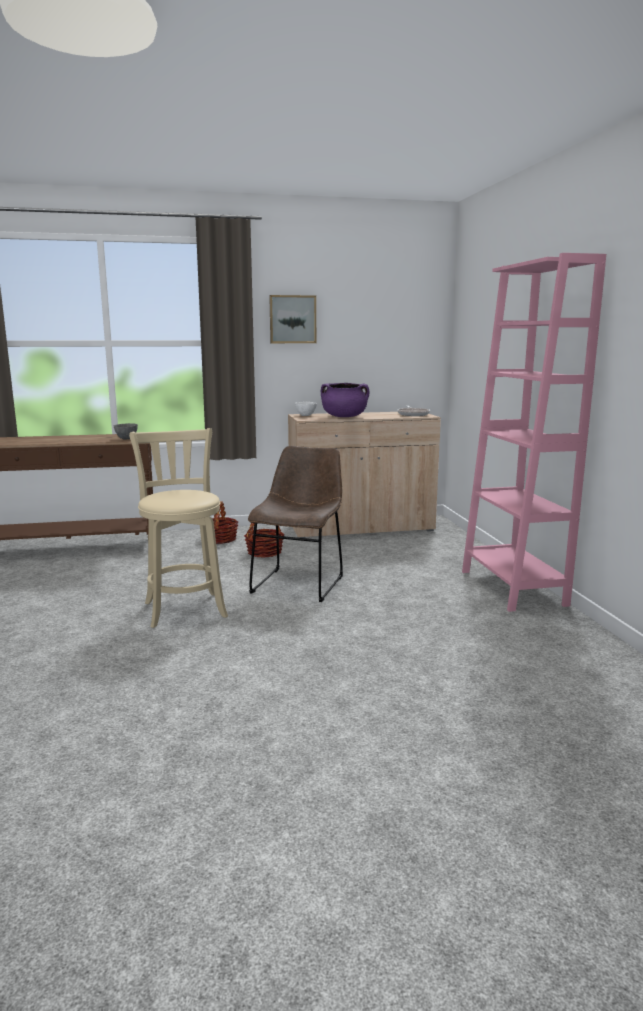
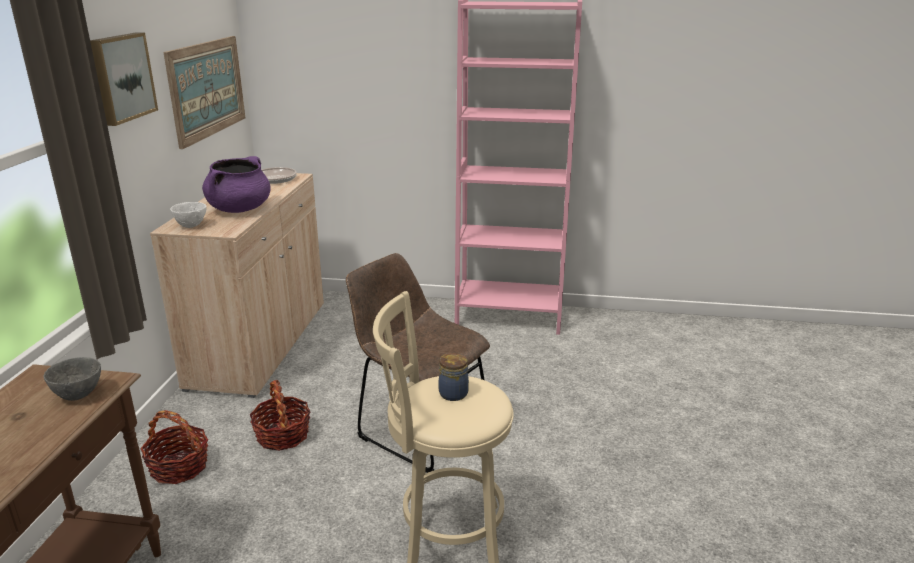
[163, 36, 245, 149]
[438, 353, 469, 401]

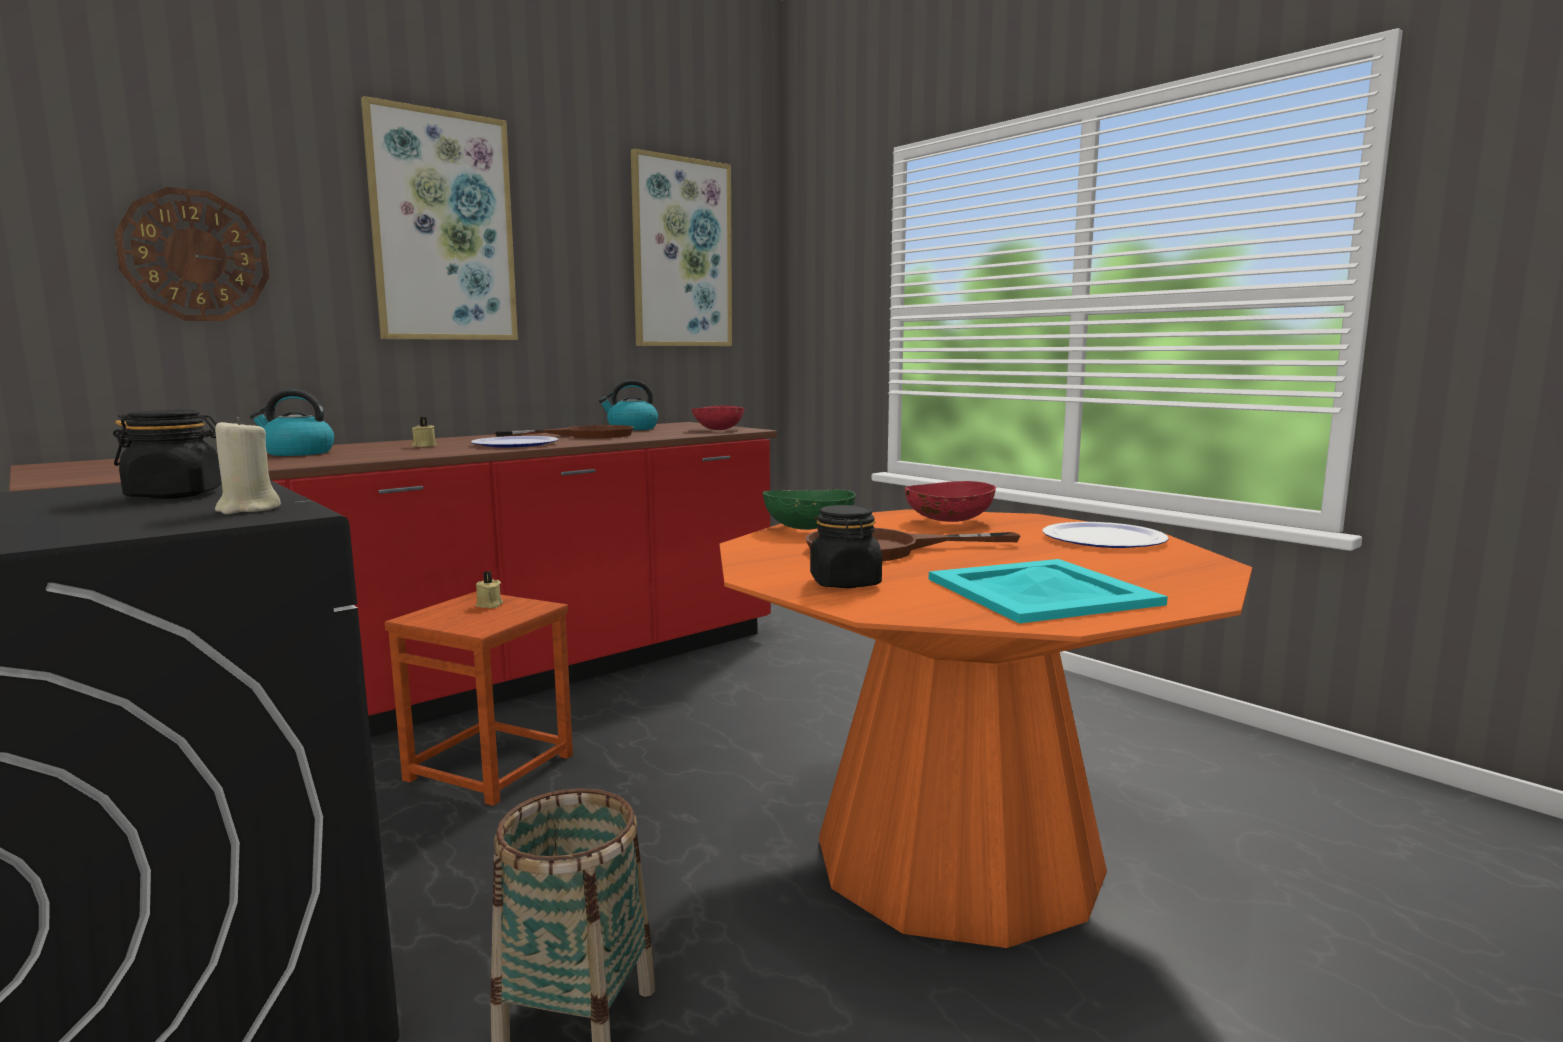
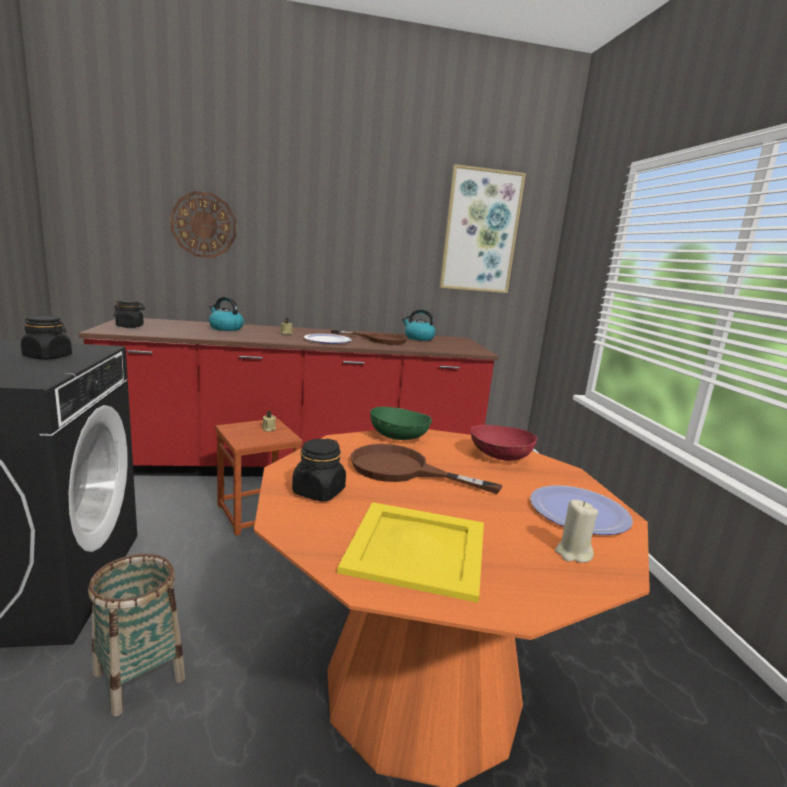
[555, 500, 598, 563]
[361, 96, 518, 340] (first image)
[691, 406, 745, 430] (first image)
[337, 502, 484, 603]
[114, 300, 145, 328]

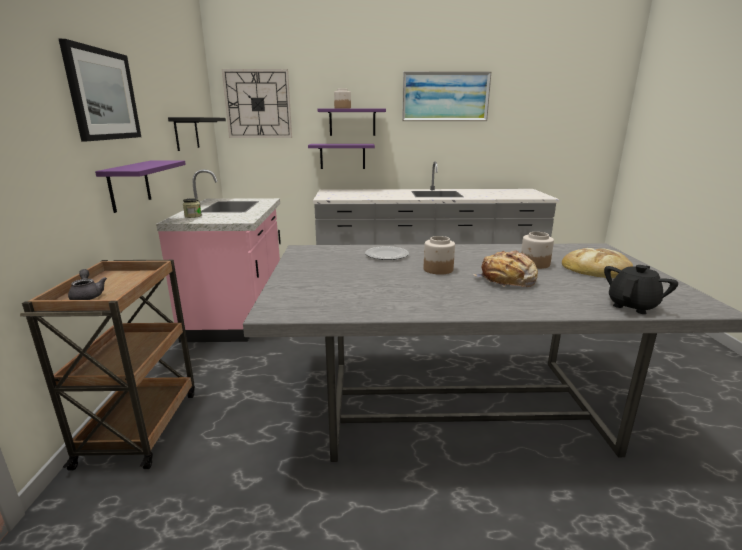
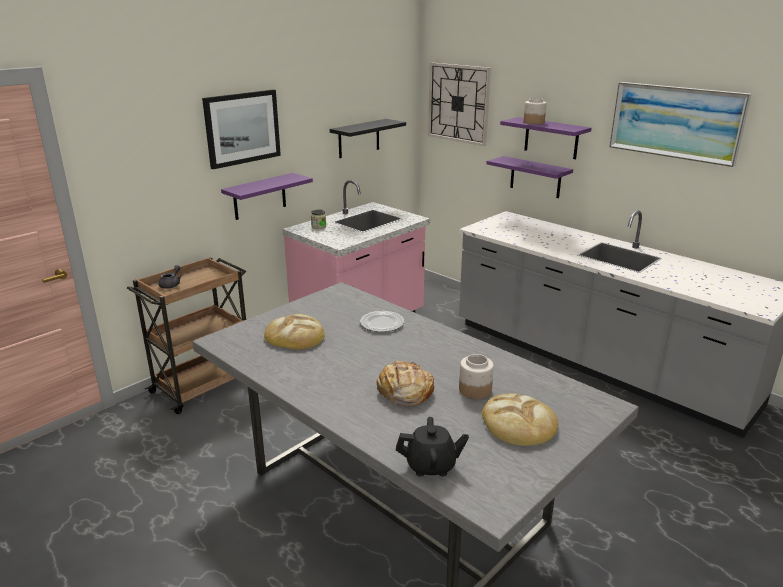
[424, 236, 455, 275] (first image)
[264, 314, 325, 350]

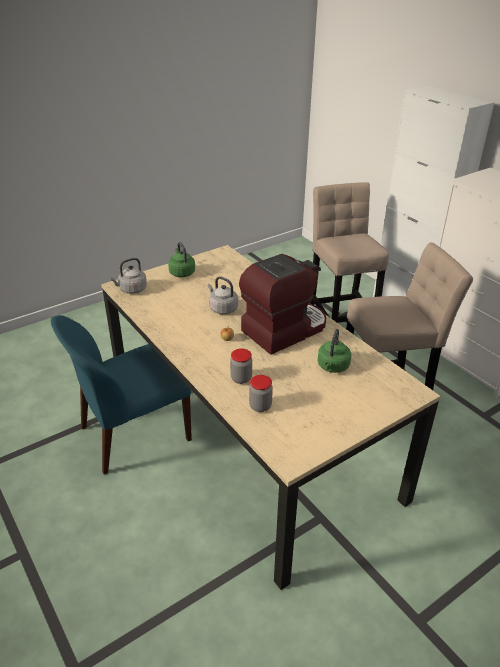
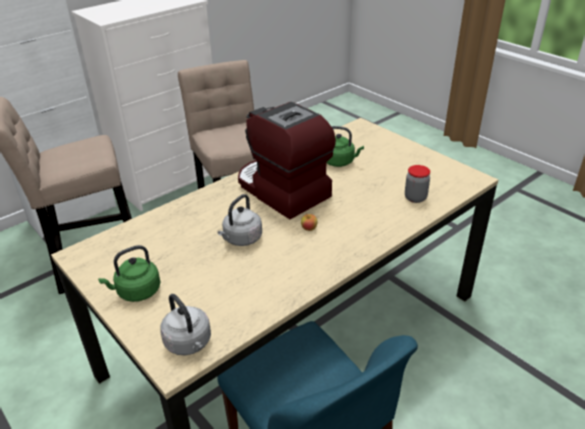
[230, 348, 252, 384] (first image)

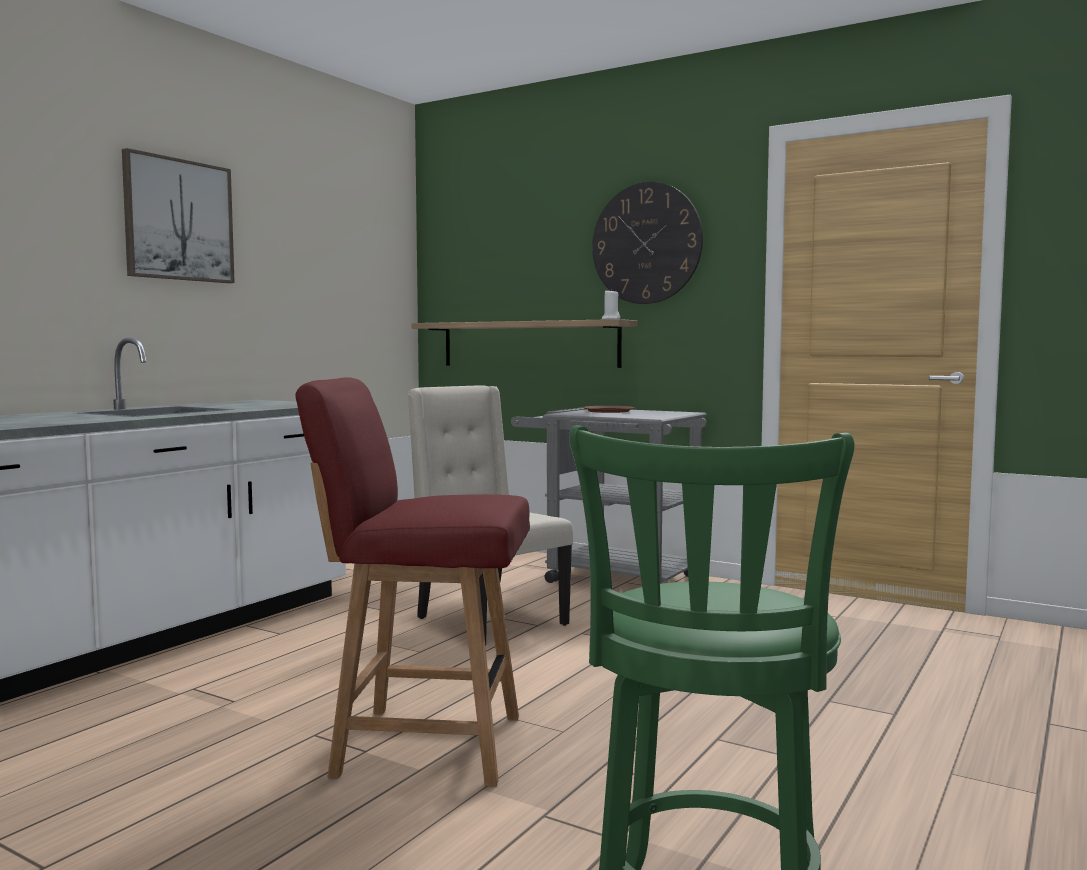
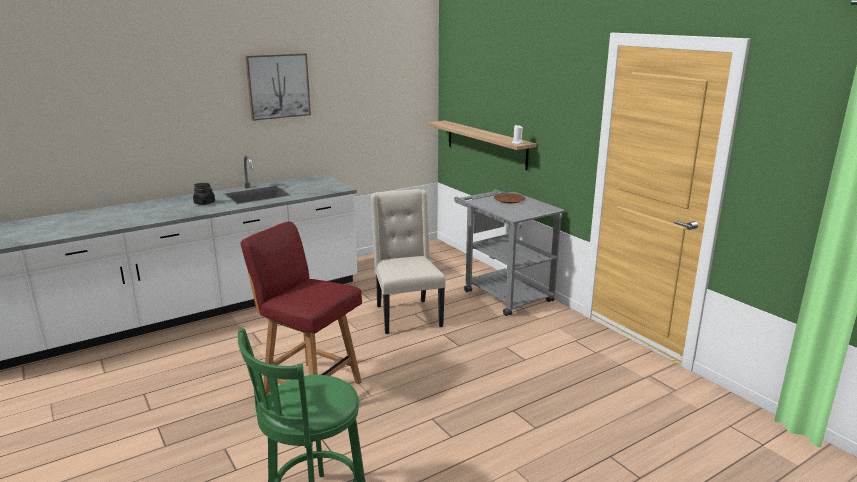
[592, 182, 703, 304] (first image)
[193, 183, 215, 205]

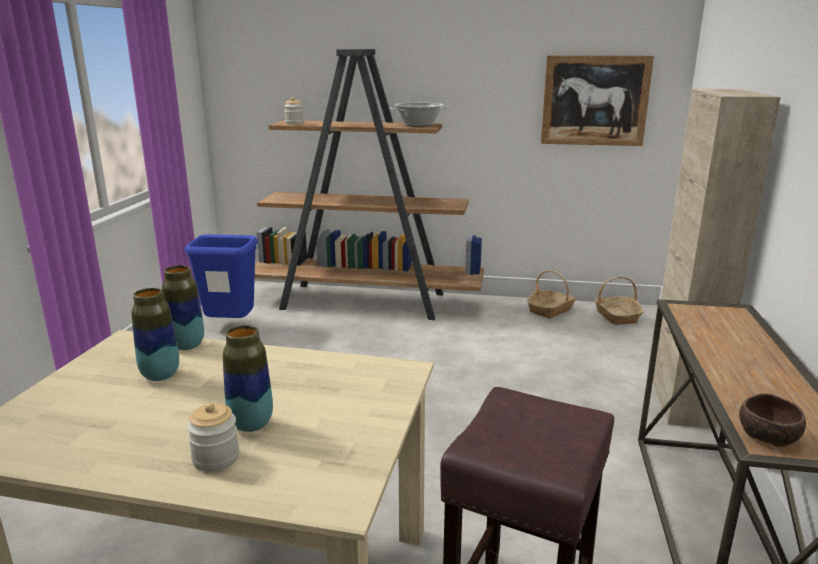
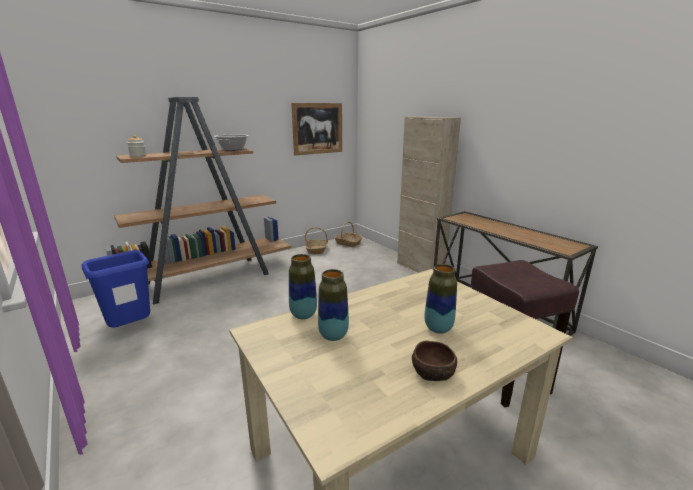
[187, 403, 239, 472] (first image)
[412, 341, 457, 381]

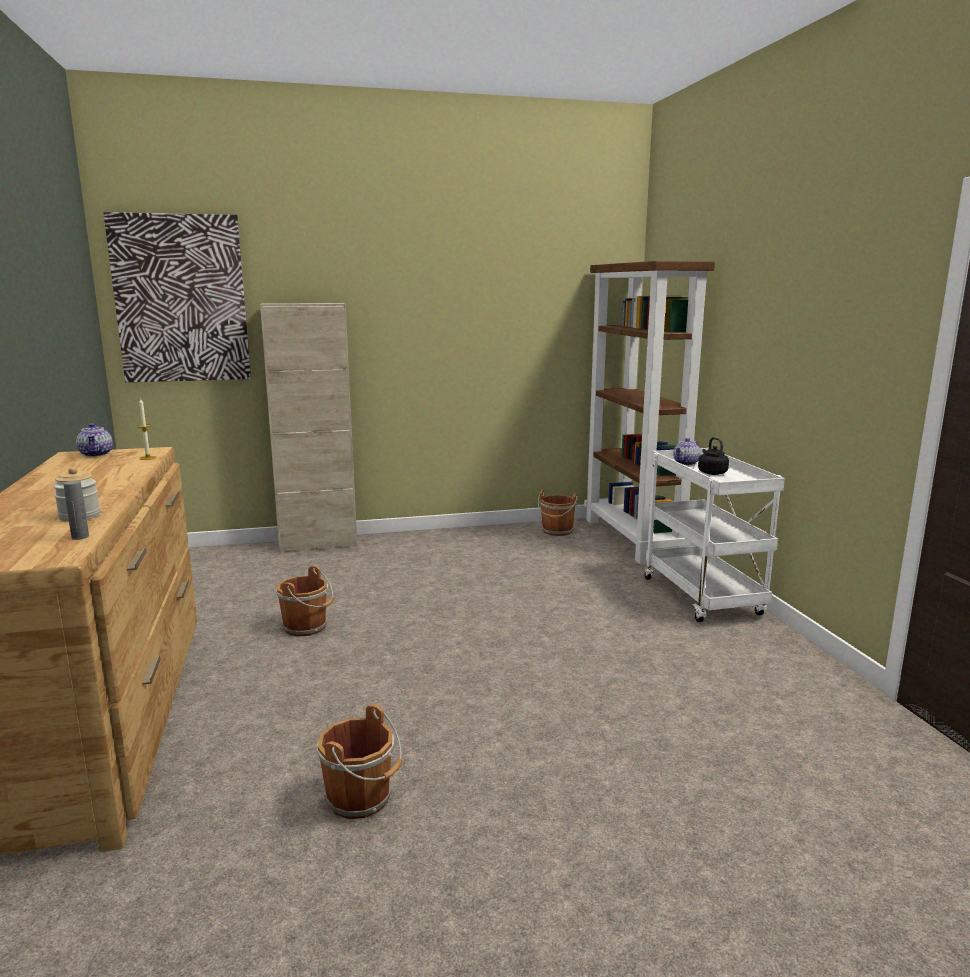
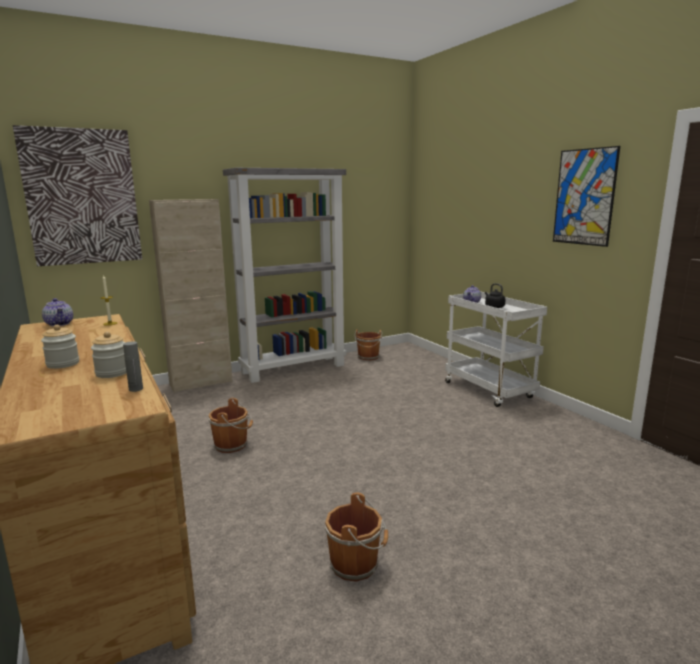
[584, 261, 715, 564] (first image)
[41, 325, 79, 369]
[223, 168, 346, 383]
[553, 146, 620, 247]

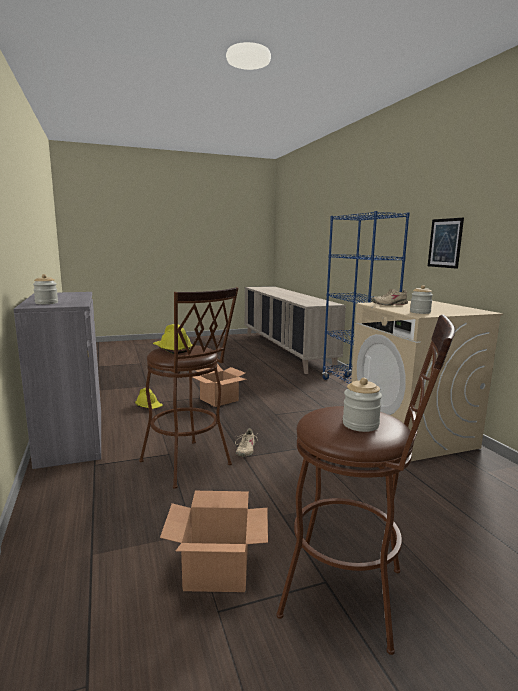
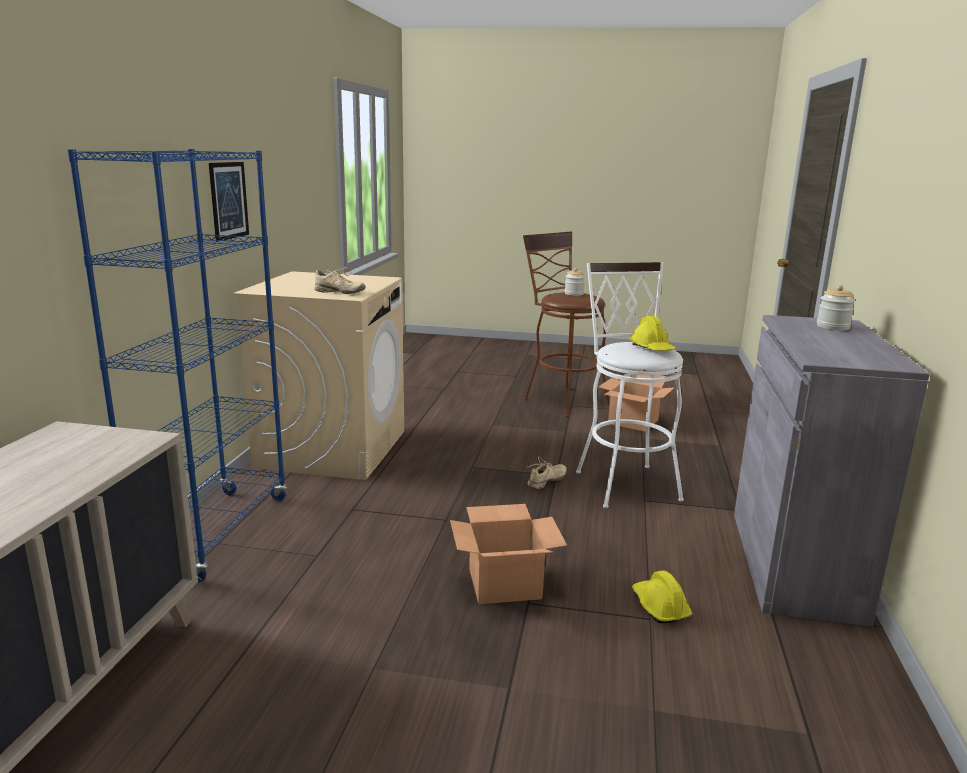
[576, 262, 684, 508]
[410, 285, 433, 314] (first image)

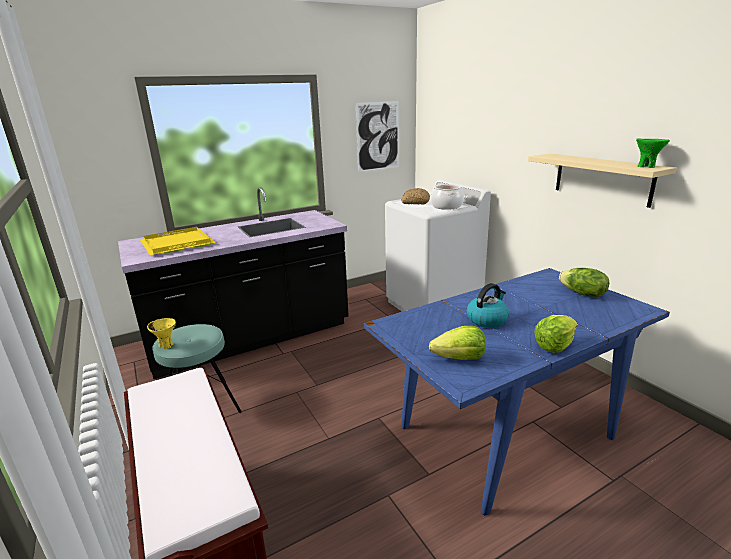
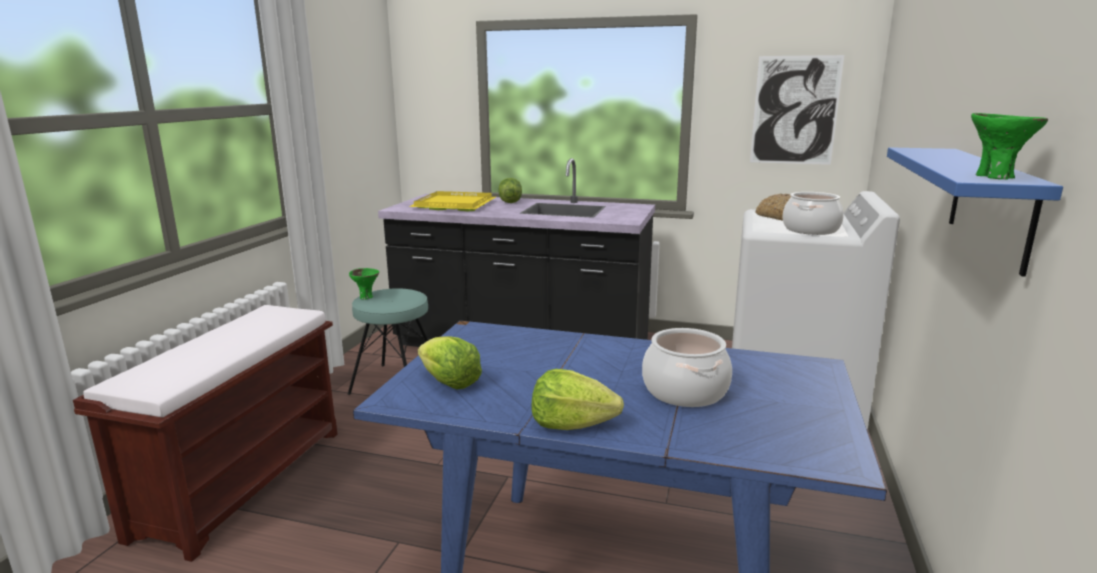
[349, 268, 379, 300]
[467, 283, 509, 328] (first image)
[887, 147, 1063, 277]
[498, 178, 522, 203]
[642, 328, 732, 407]

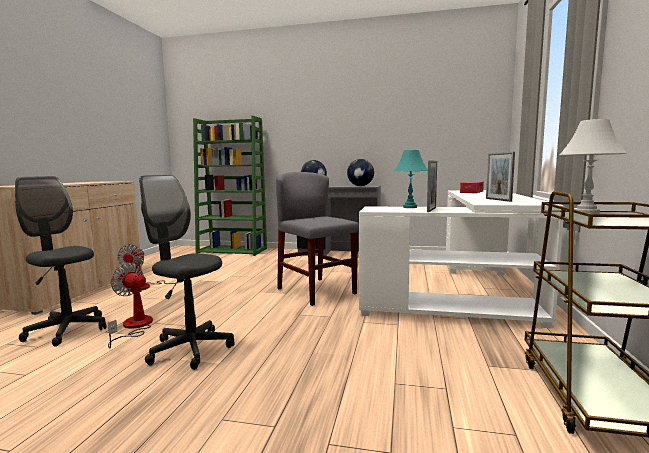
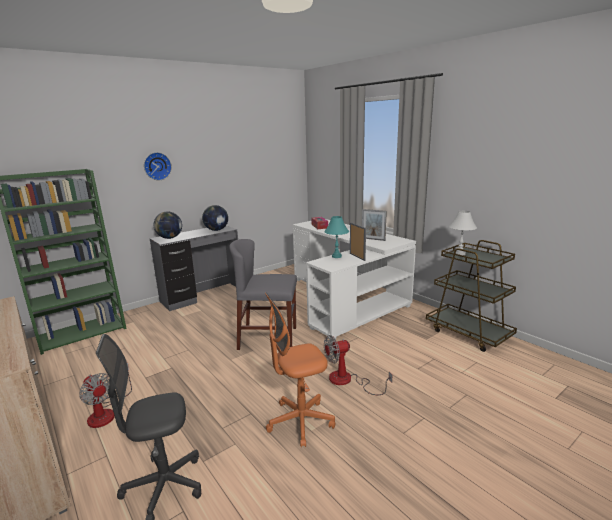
[324, 335, 392, 395]
[265, 292, 335, 447]
[144, 152, 172, 180]

